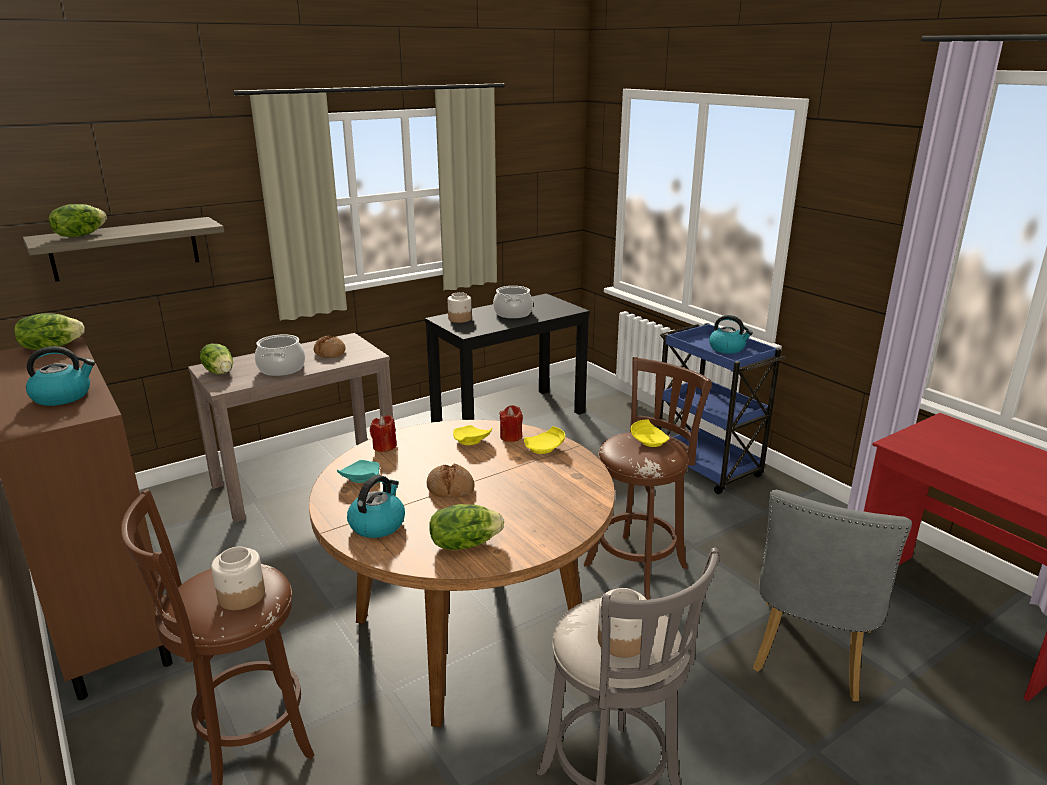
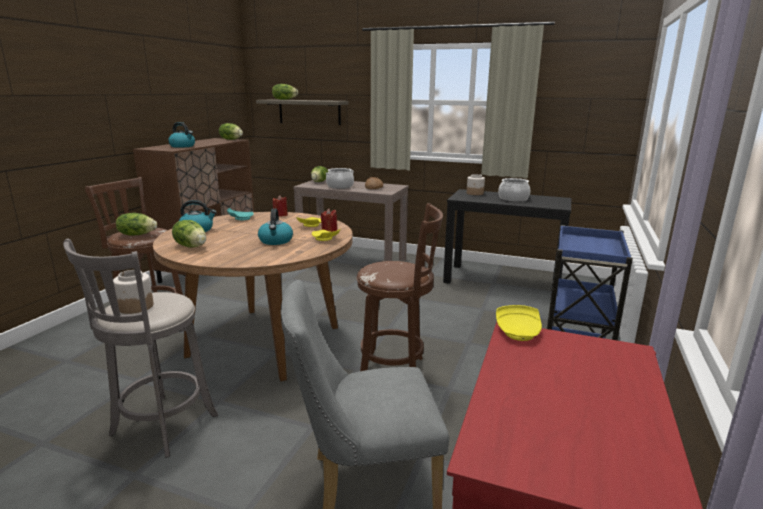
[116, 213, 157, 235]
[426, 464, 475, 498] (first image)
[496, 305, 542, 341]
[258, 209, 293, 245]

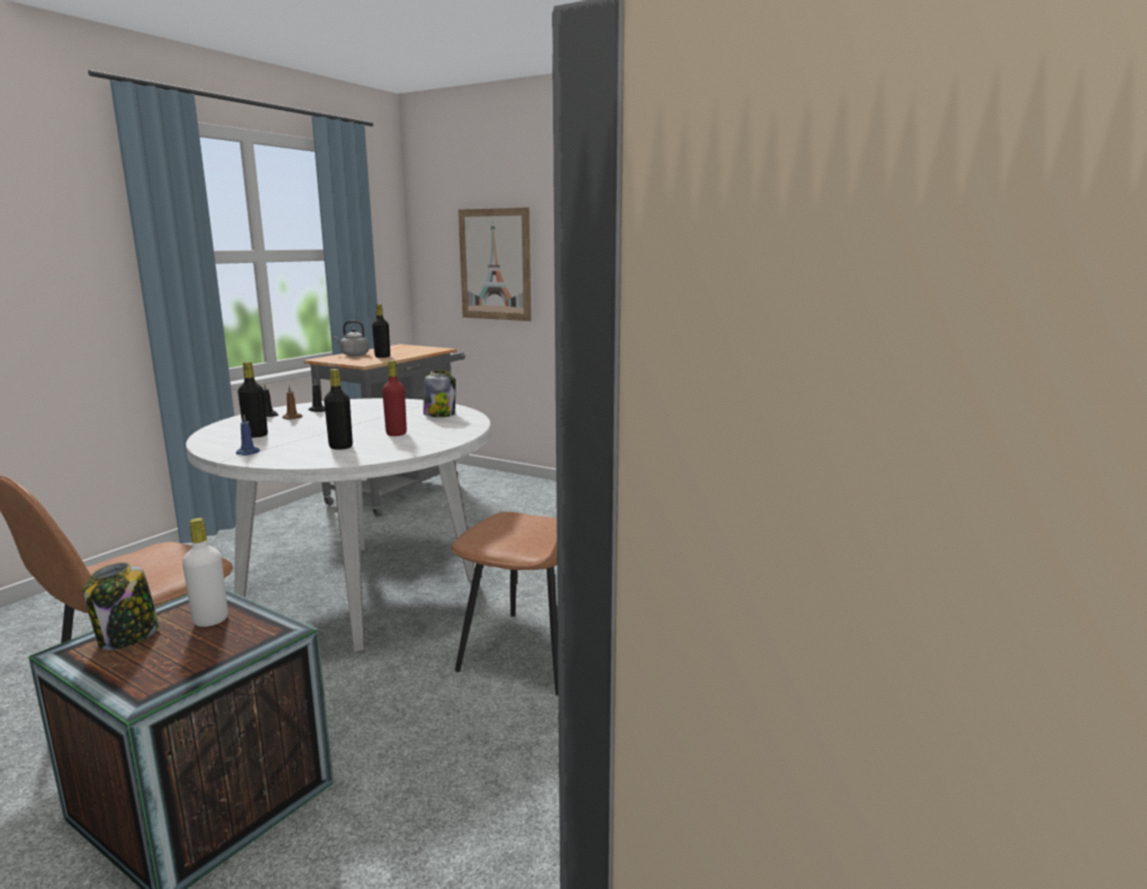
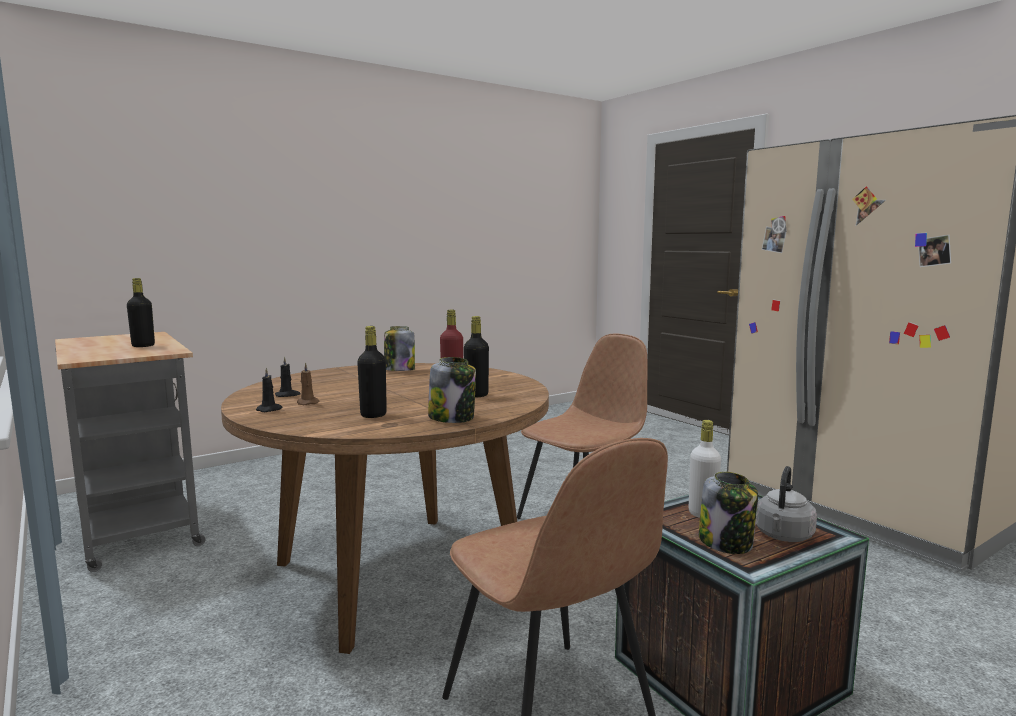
[221, 363, 549, 654]
[428, 357, 476, 423]
[756, 466, 817, 542]
[458, 207, 531, 321] (first image)

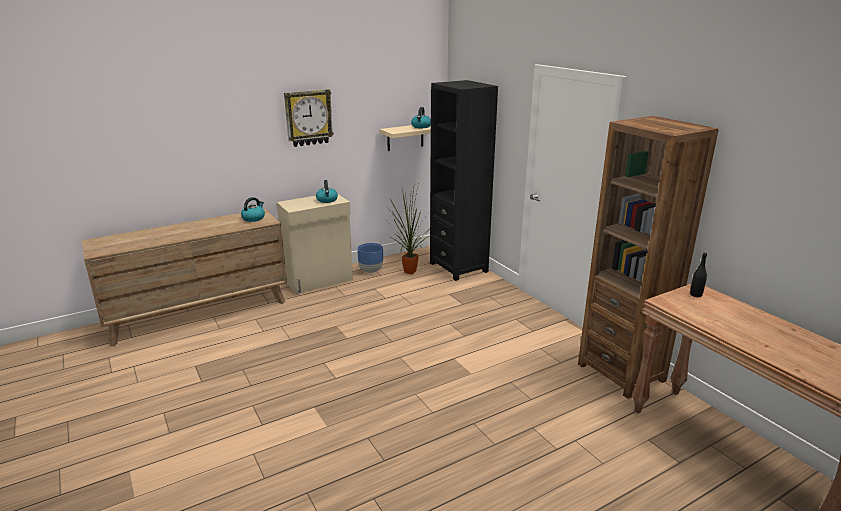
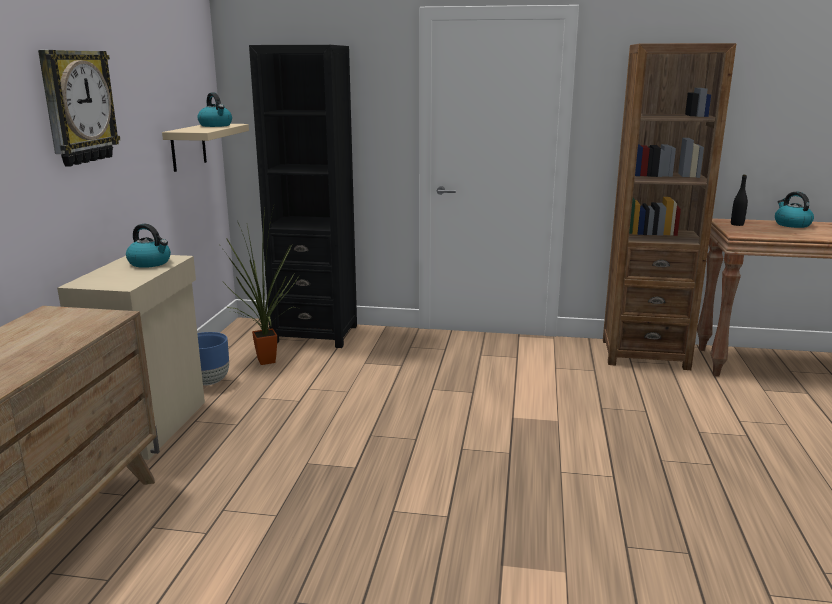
[775, 192, 814, 228]

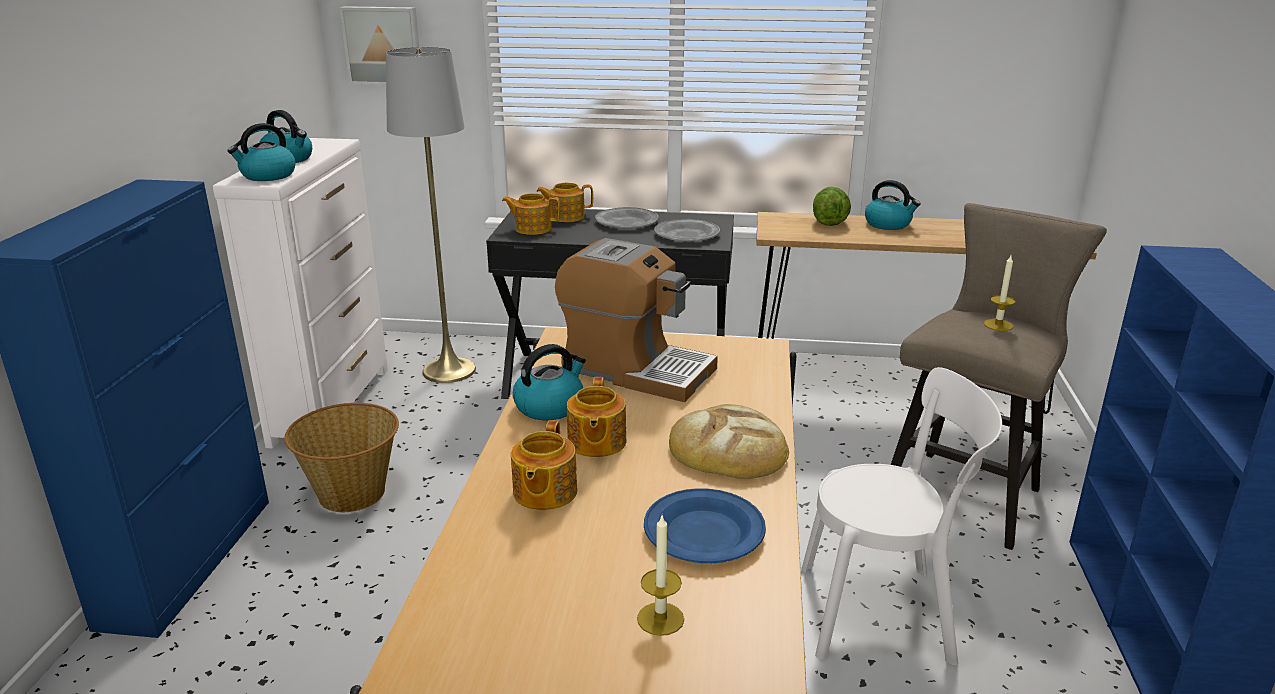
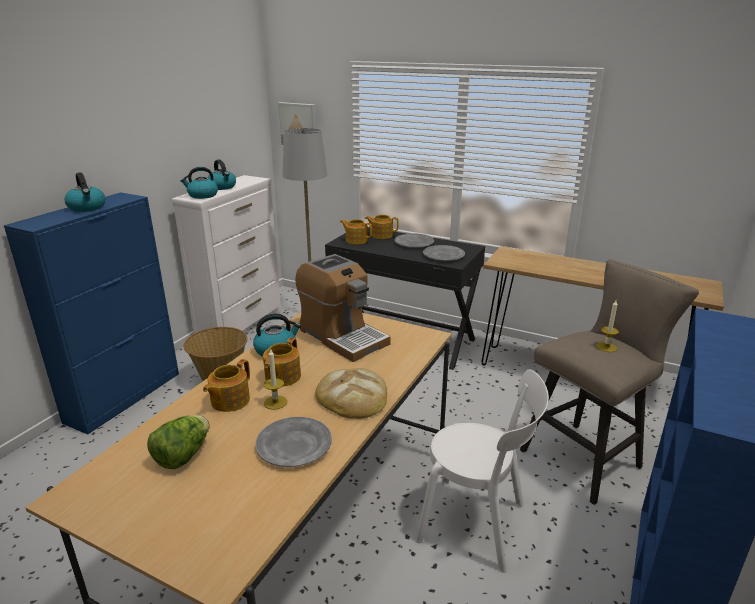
[264, 348, 287, 410]
[255, 417, 332, 467]
[147, 415, 209, 469]
[65, 172, 105, 212]

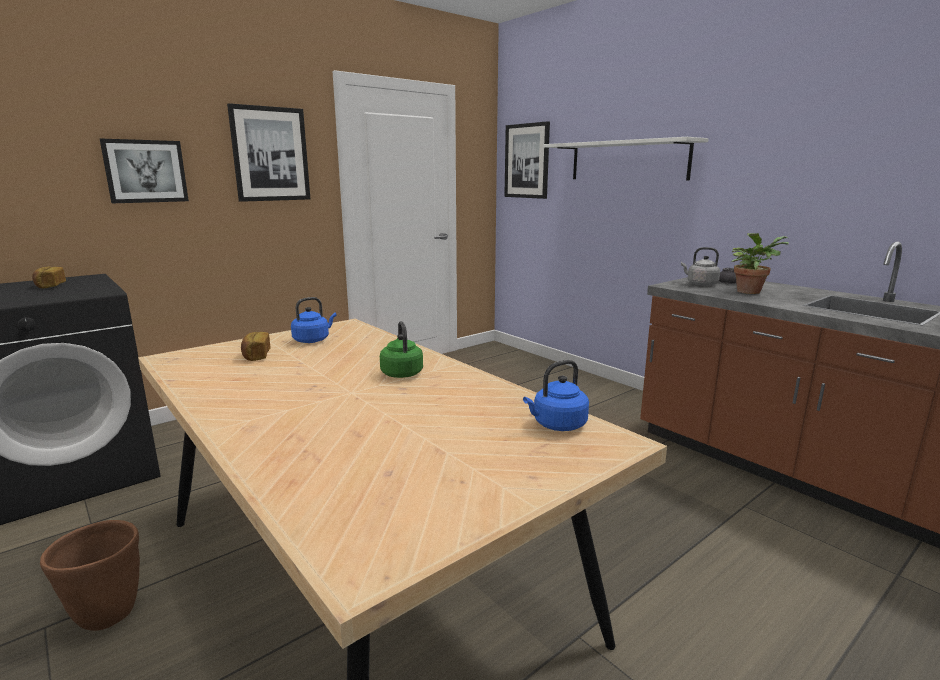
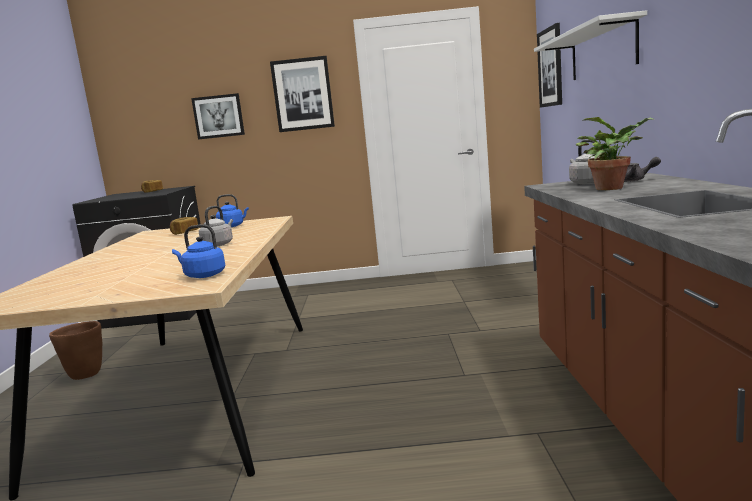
[199, 206, 233, 246]

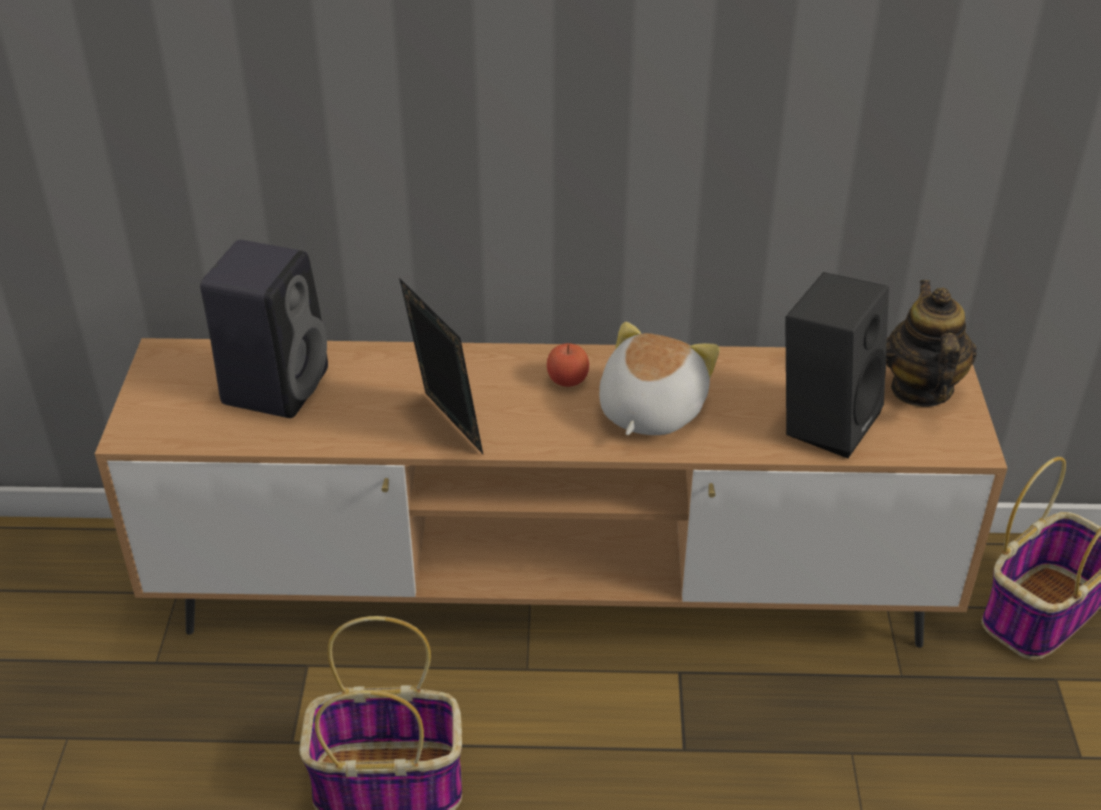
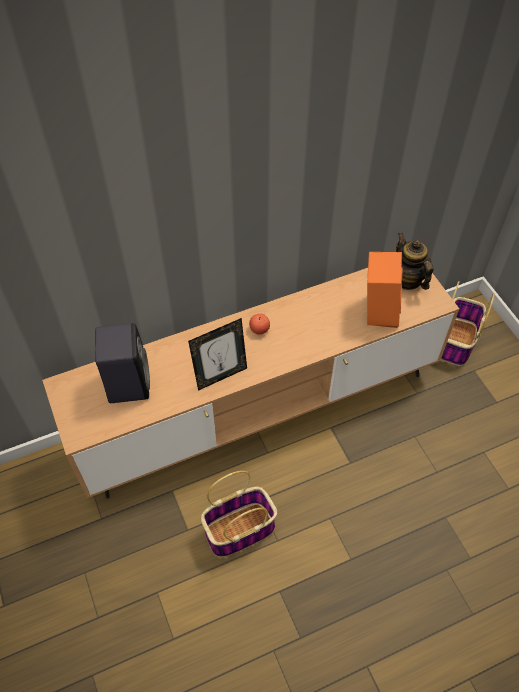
[188, 318, 247, 391]
[599, 322, 720, 435] (first image)
[367, 252, 402, 328]

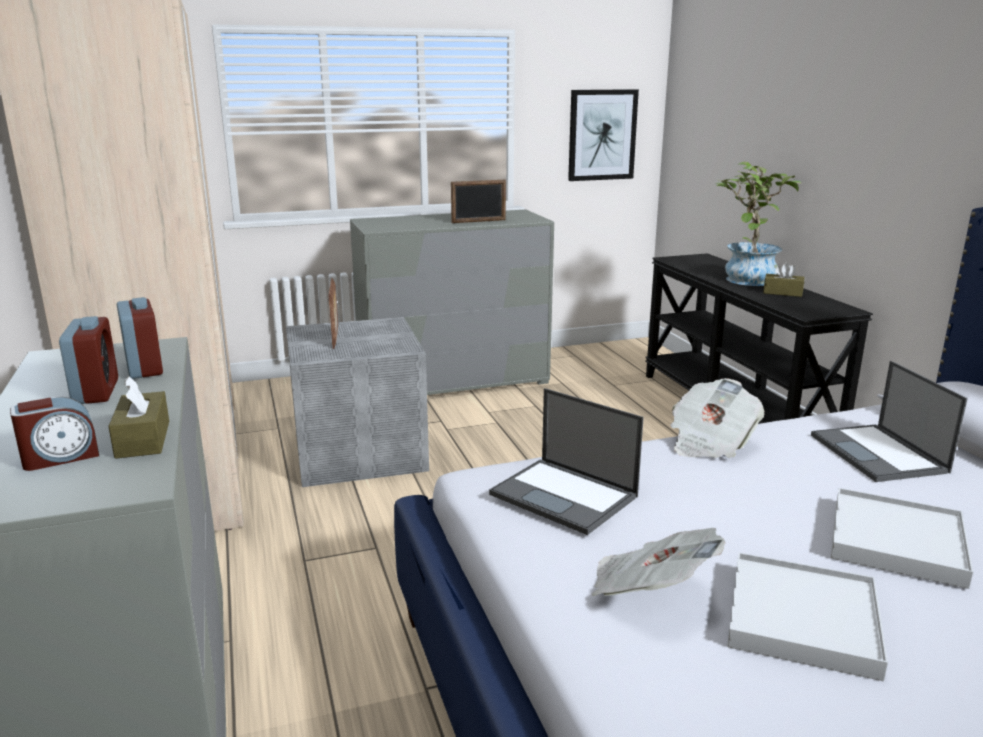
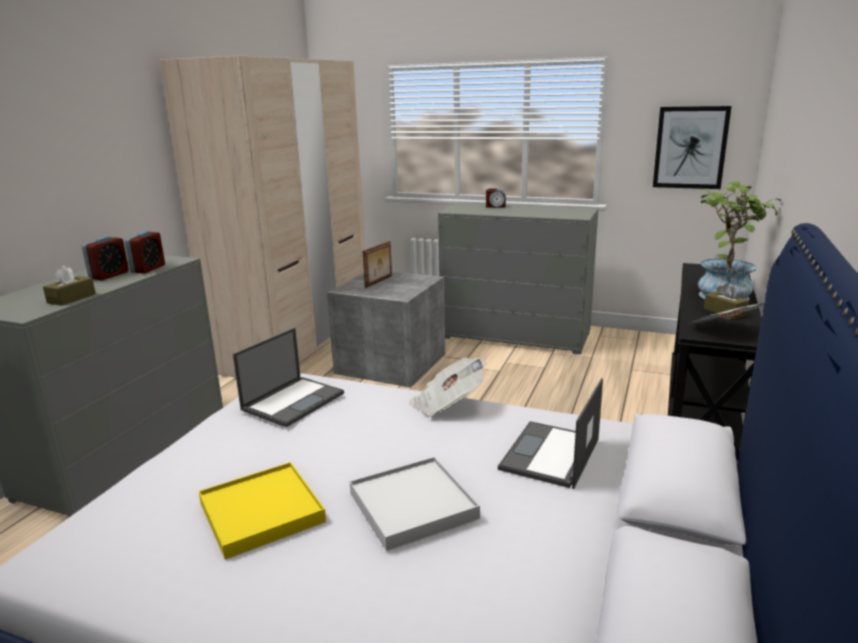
[486, 188, 506, 208]
[451, 180, 506, 223] (first image)
[233, 328, 344, 427]
[689, 303, 764, 323]
[198, 462, 326, 560]

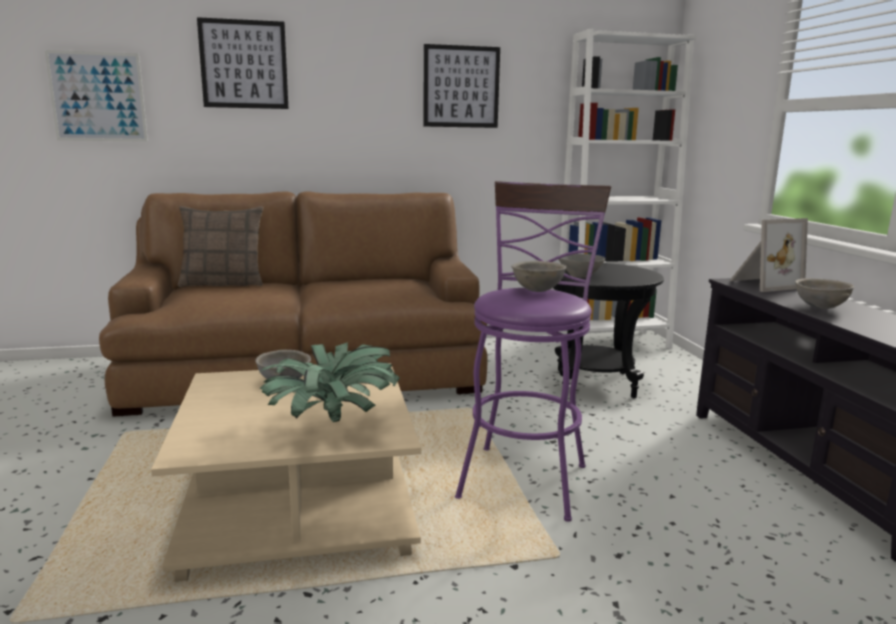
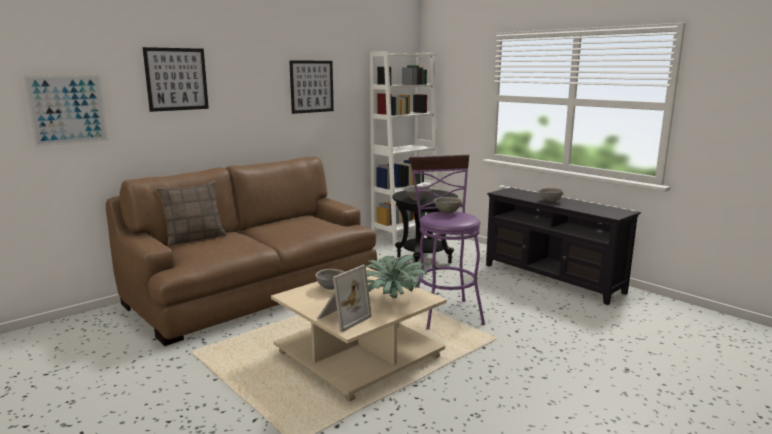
[317, 265, 372, 332]

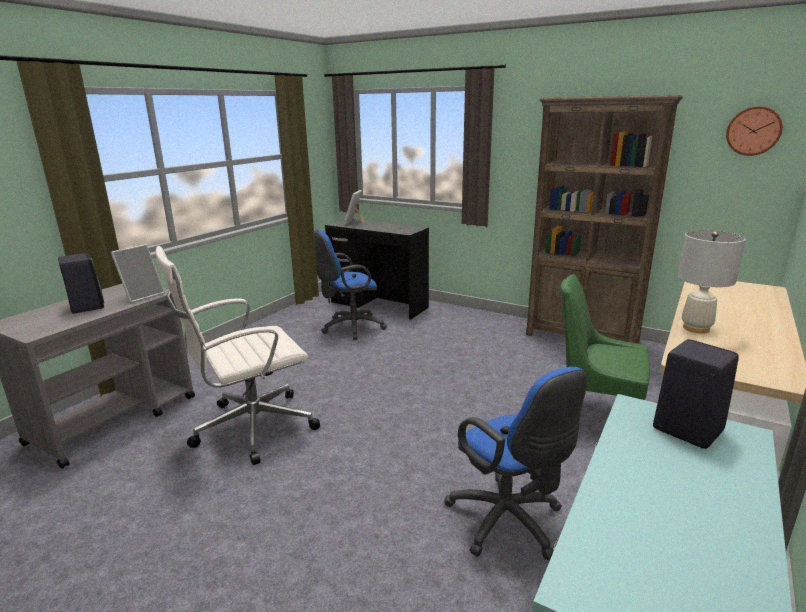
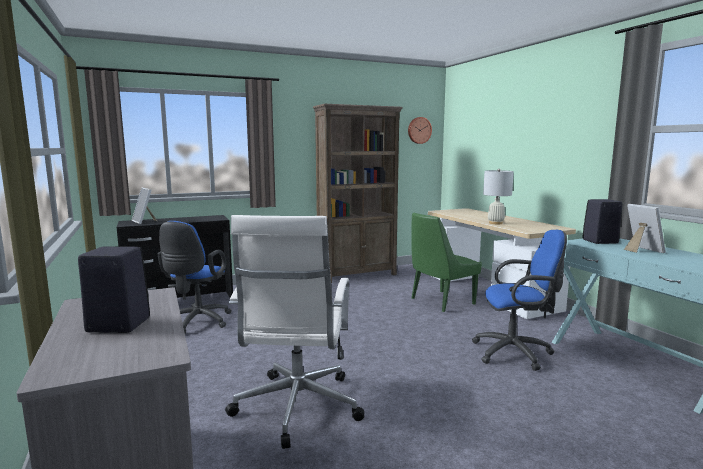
[624, 204, 666, 253]

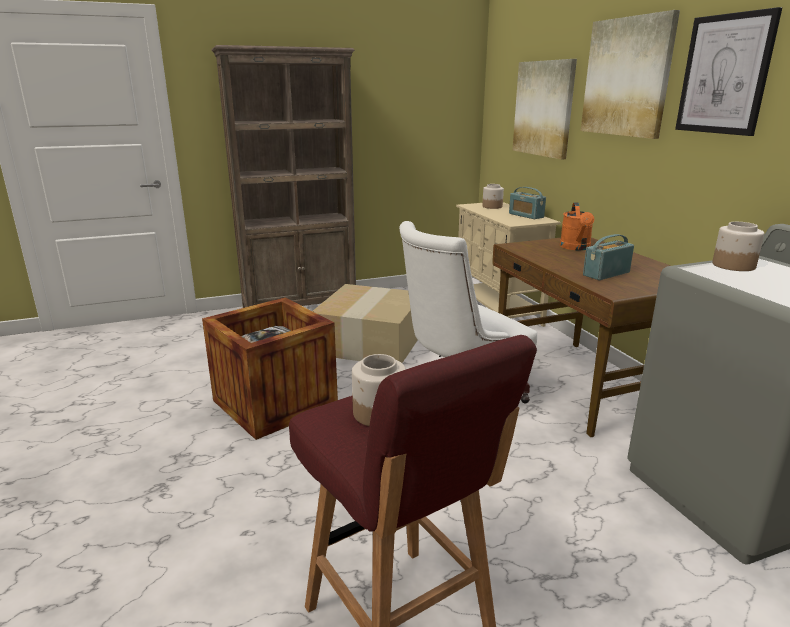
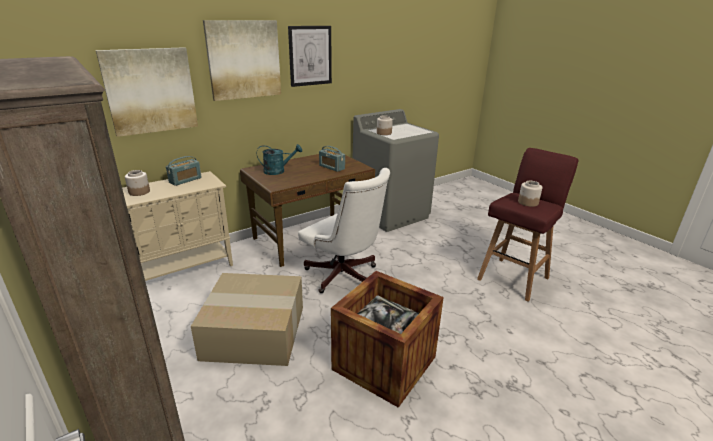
[257, 144, 302, 175]

